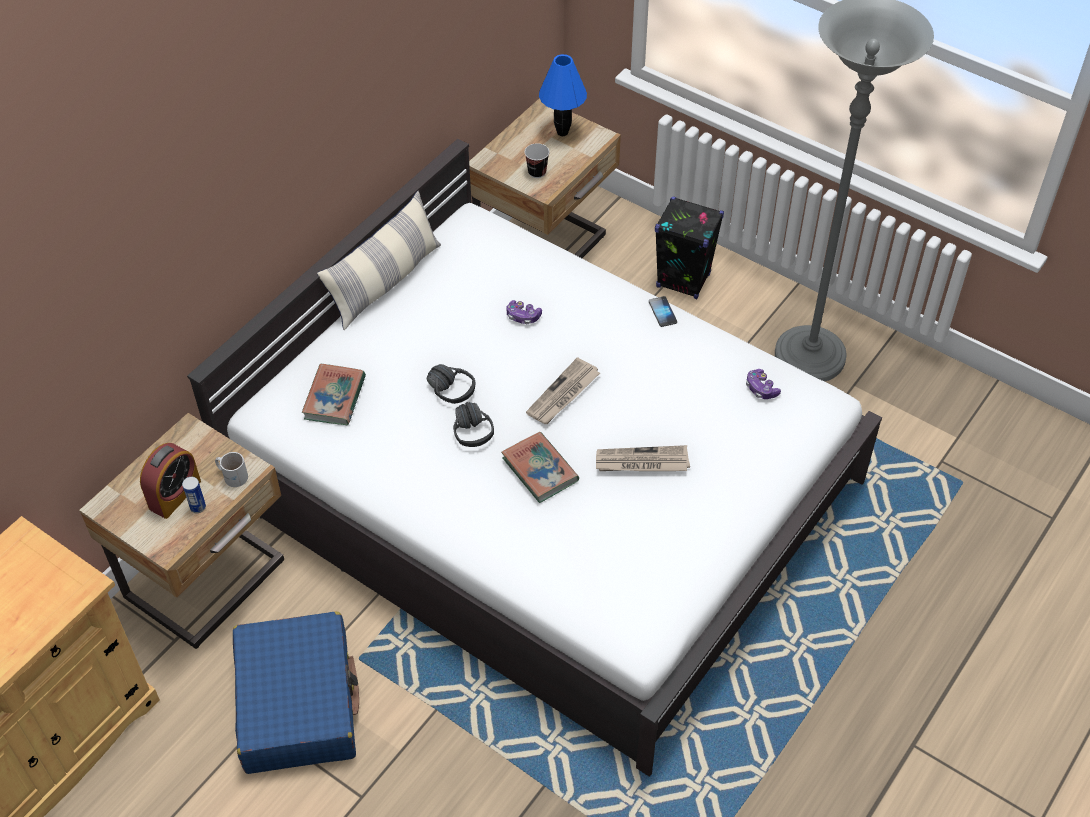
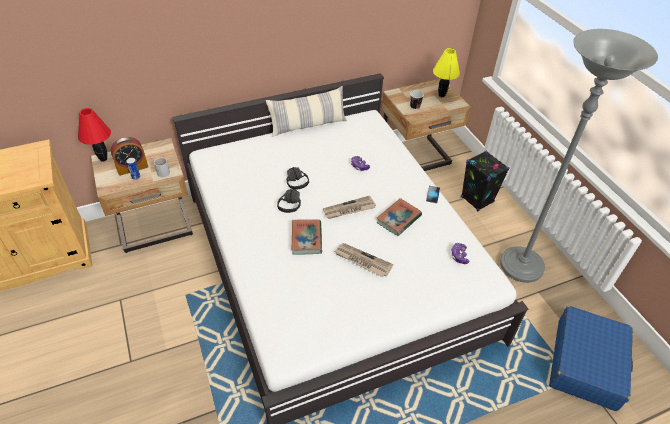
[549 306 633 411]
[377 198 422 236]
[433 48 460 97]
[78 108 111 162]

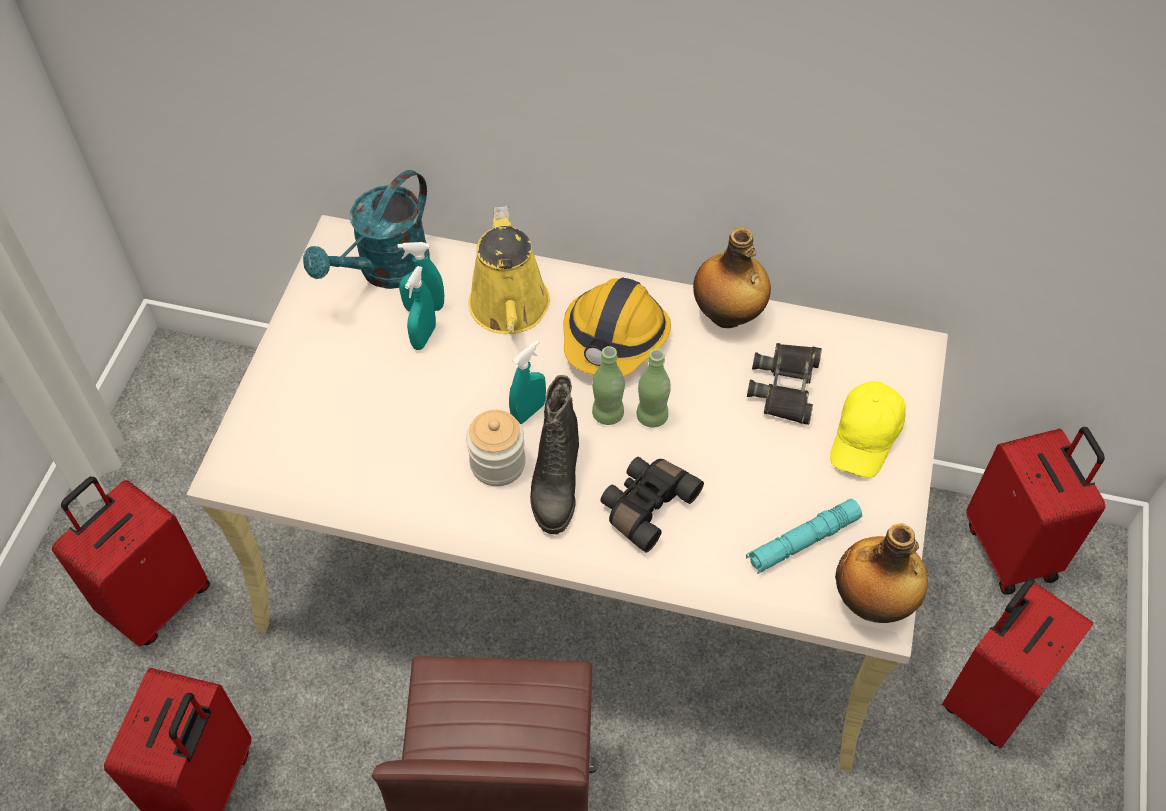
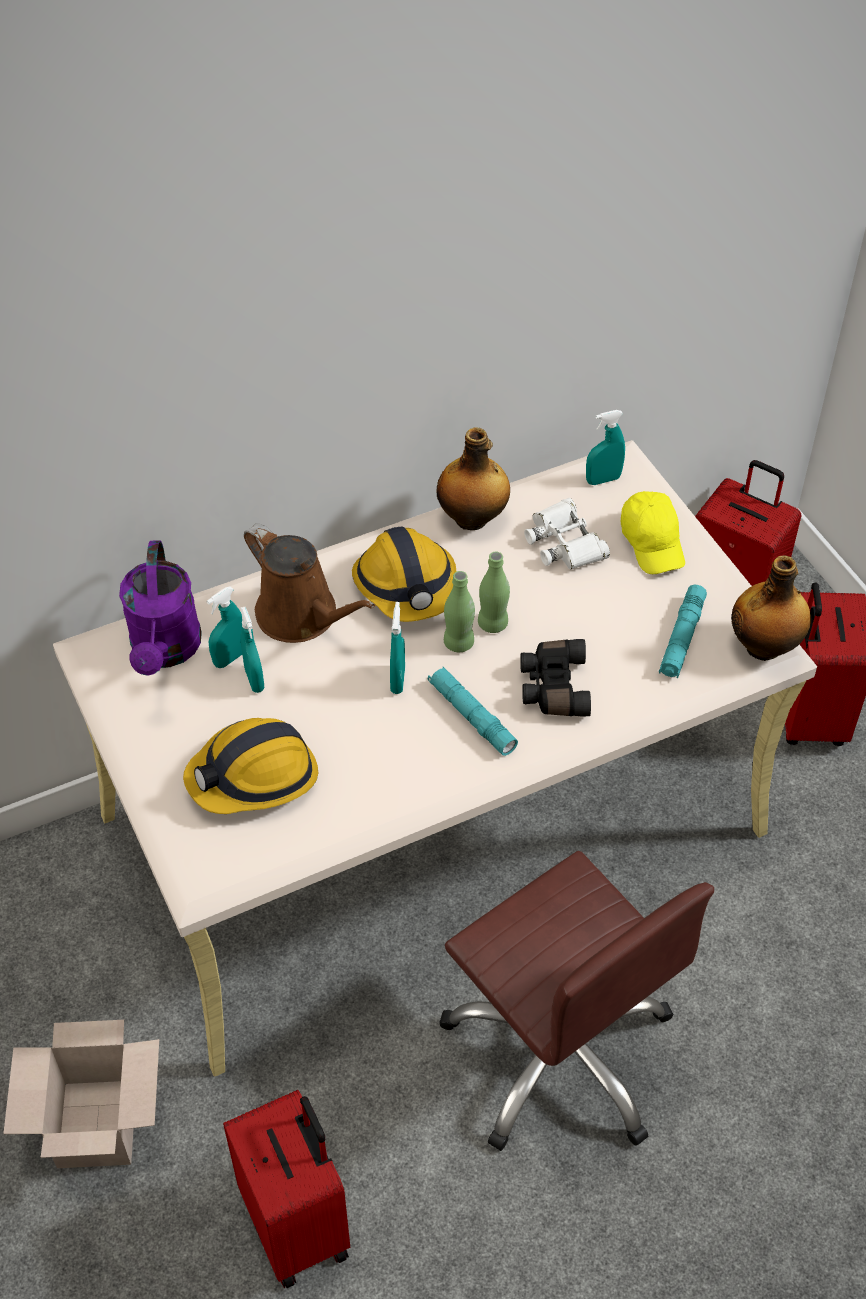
[3 1020 159 1168]
[119 540 202 676]
[466 410 526 486] (first image)
[244 523 375 643]
[428 667 518 756]
[524 498 610 570]
[183 718 318 814]
[586 410 625 485]

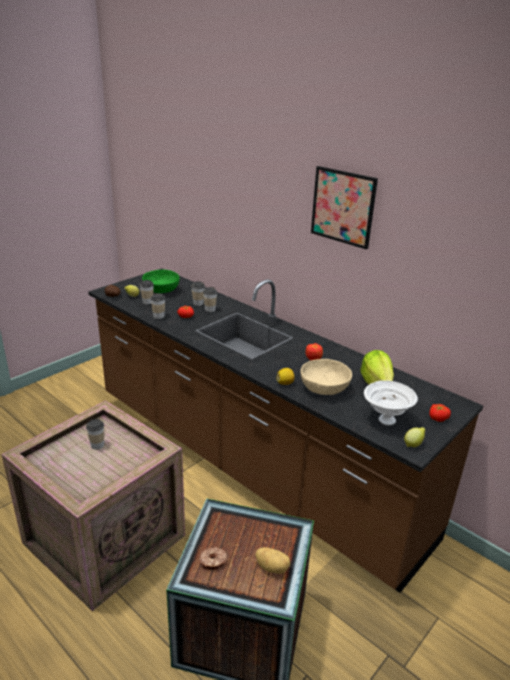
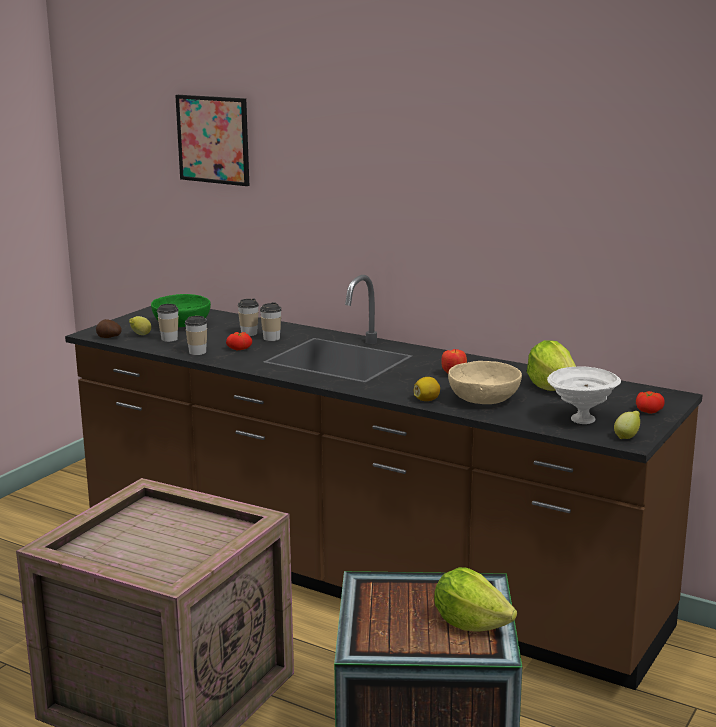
[86 419 104 449] (first image)
[199 547 228 570] (first image)
[434 567 517 632]
[175 95 249 186]

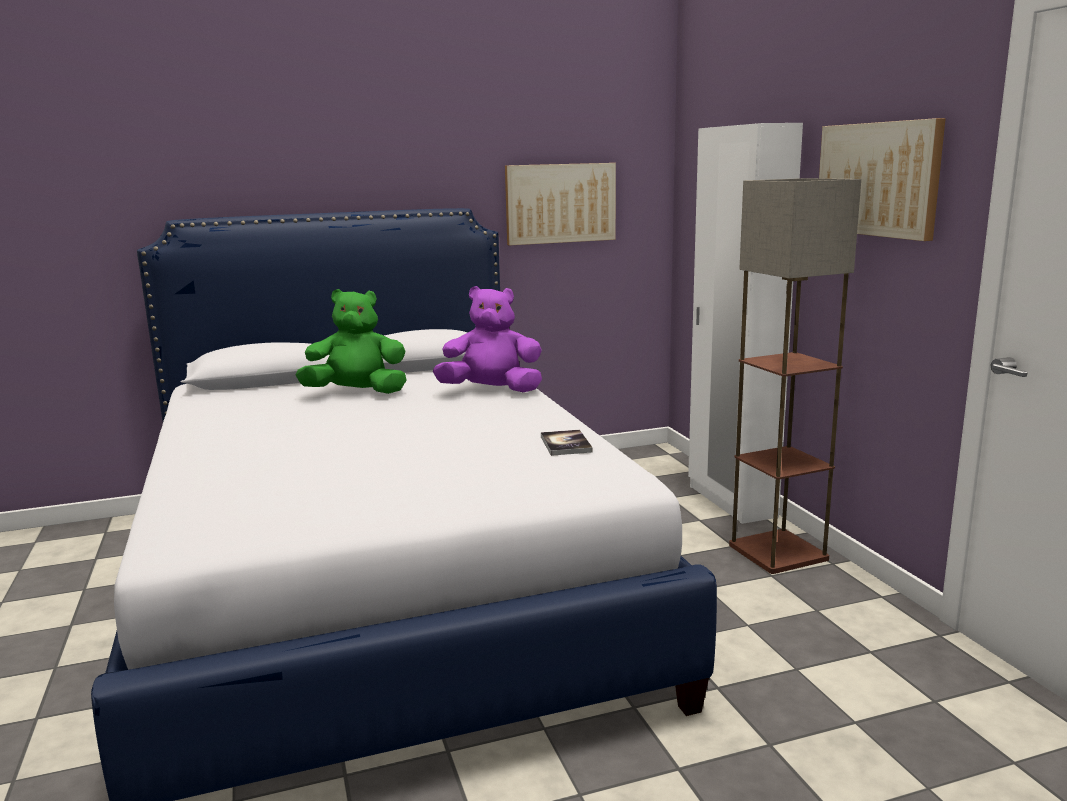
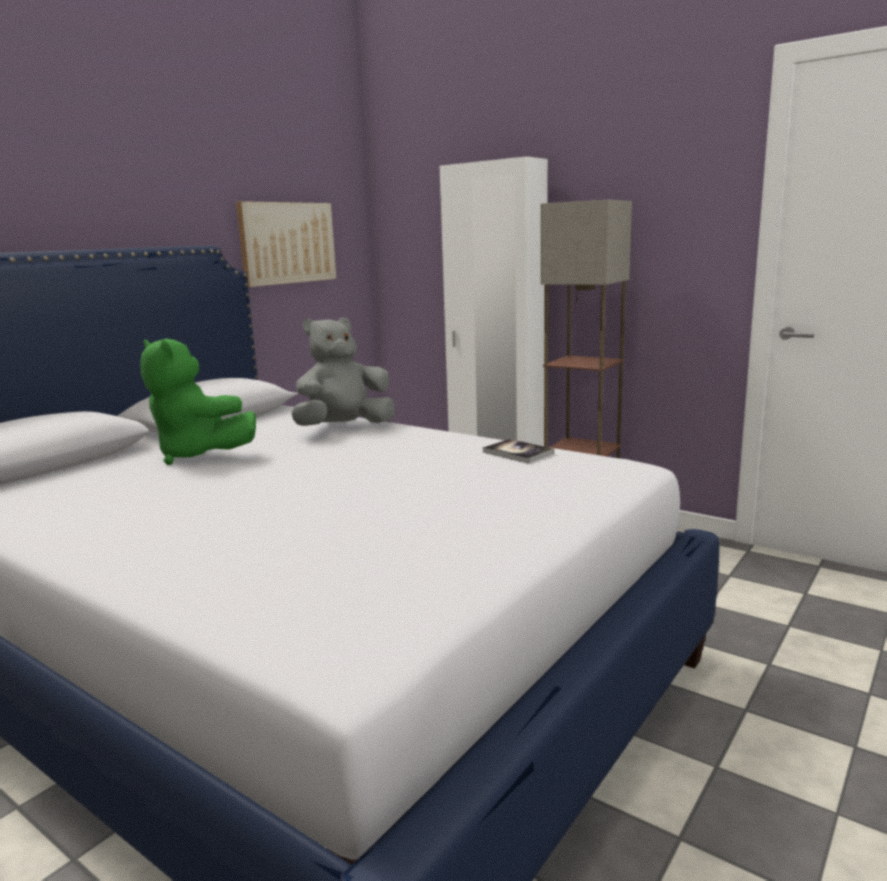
[140 339 256 465]
[291 318 395 426]
[819 118 946 241] (first image)

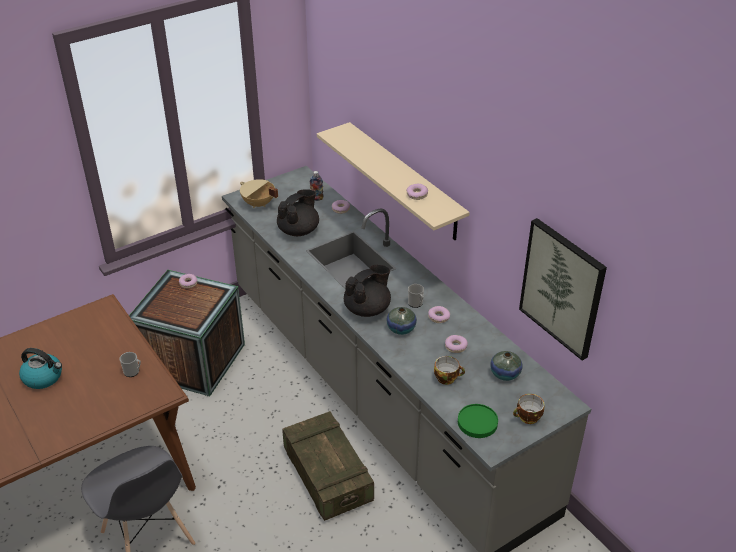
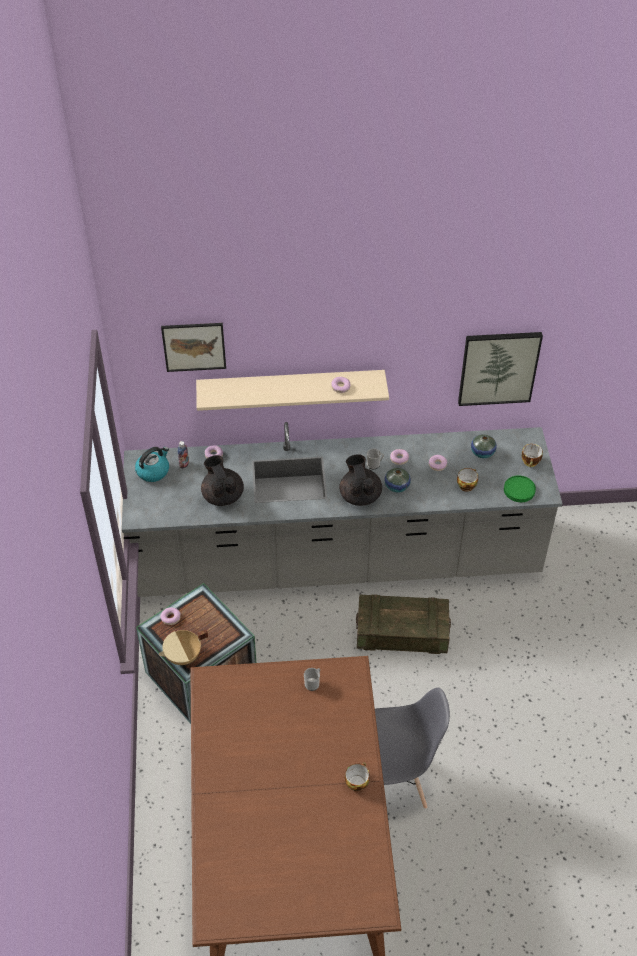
[135 447 169 482]
[159 630 208 665]
[161 323 226 372]
[345 763 370 791]

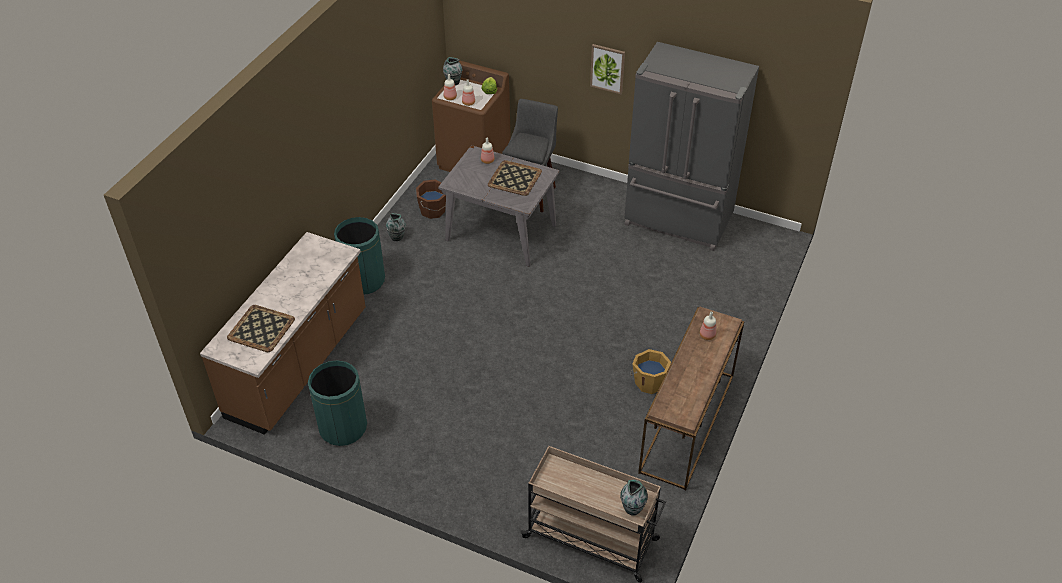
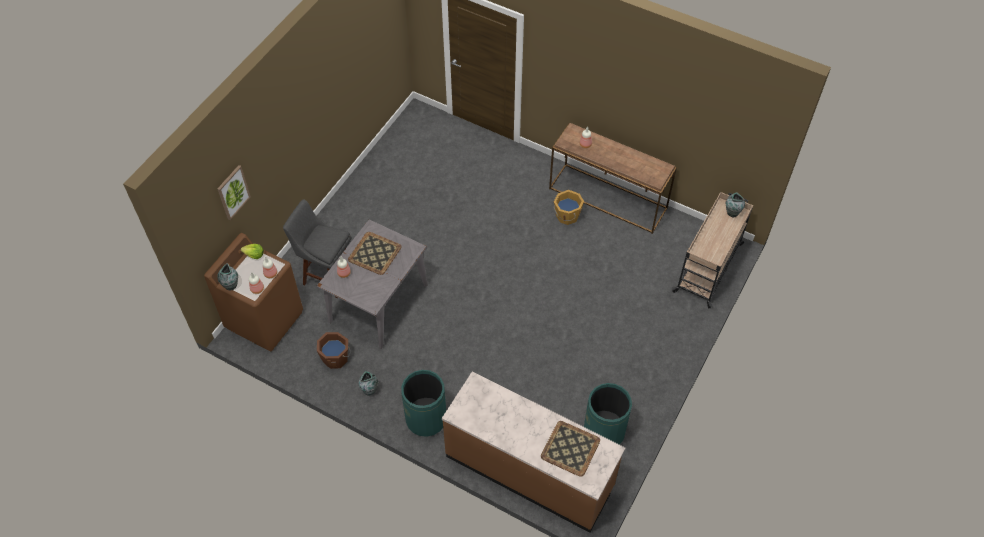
[217 165 251 220]
[624 42 759 251] (first image)

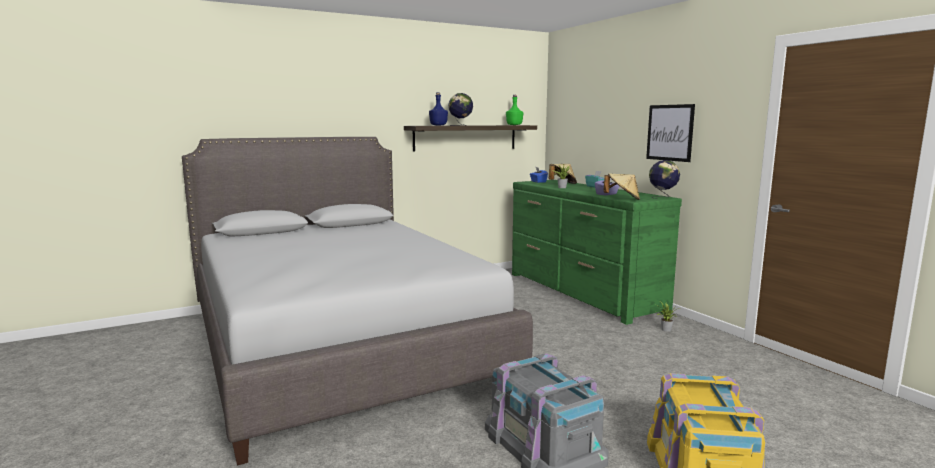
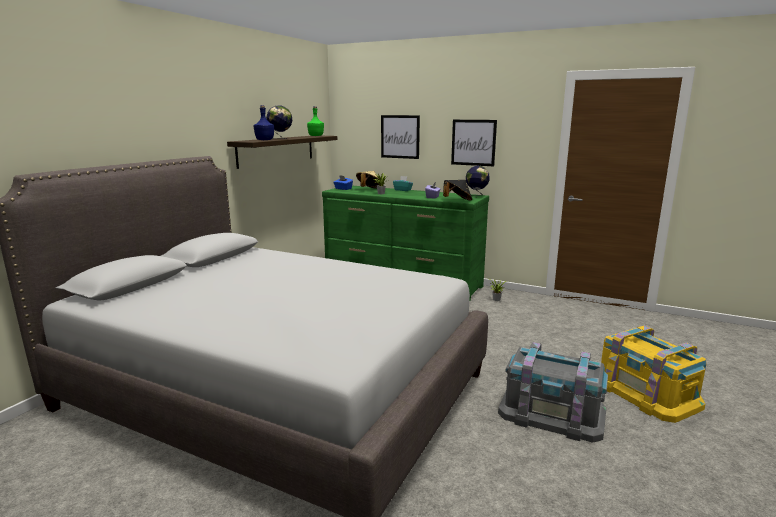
[443 180 472 200]
[381 115 420 159]

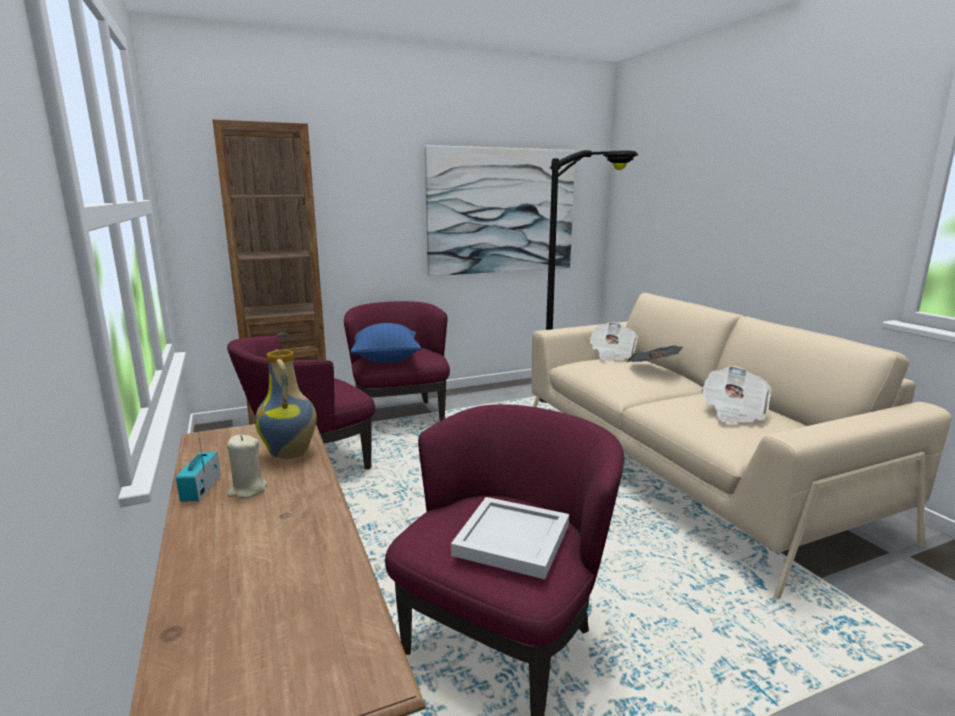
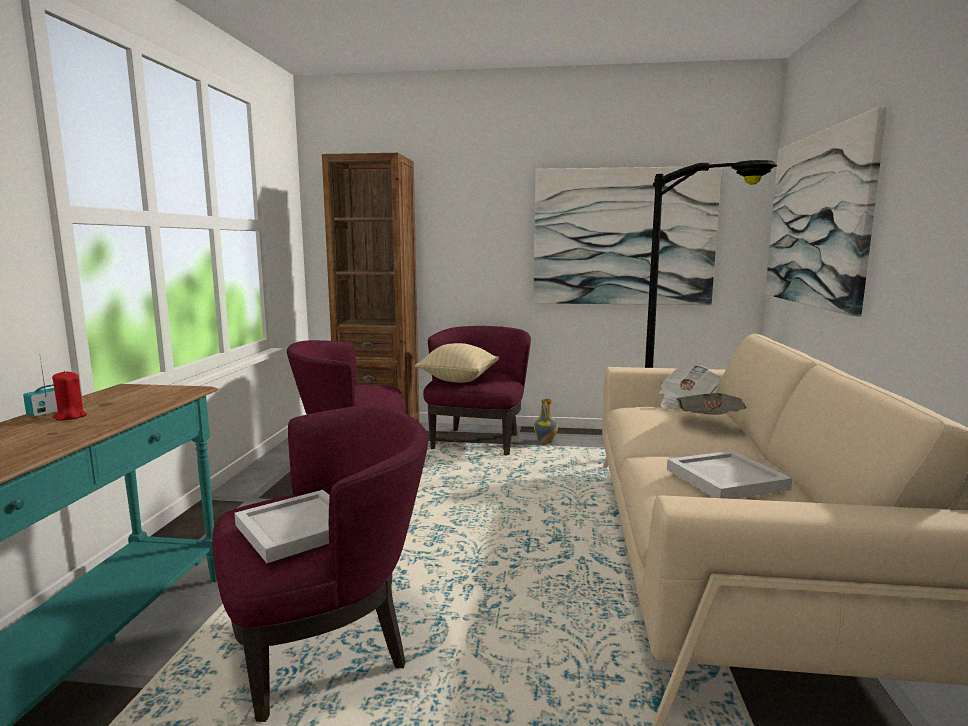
[52 371 87 420]
[534 398 558 444]
[415 343 499 383]
[667 451 792 499]
[765 107 887 316]

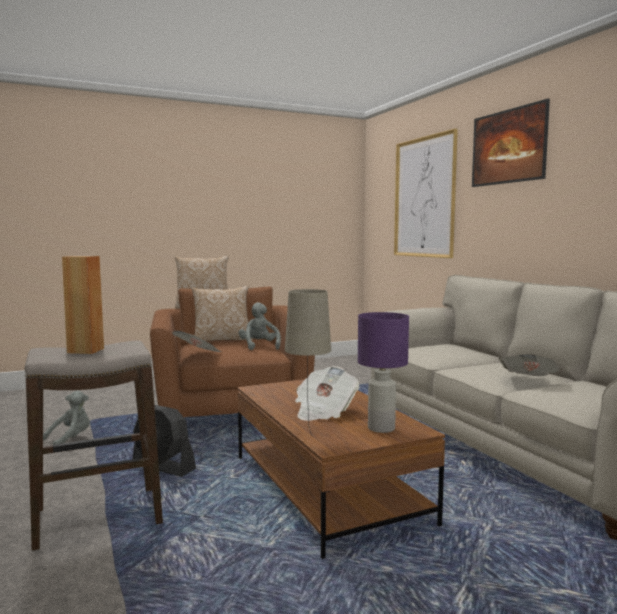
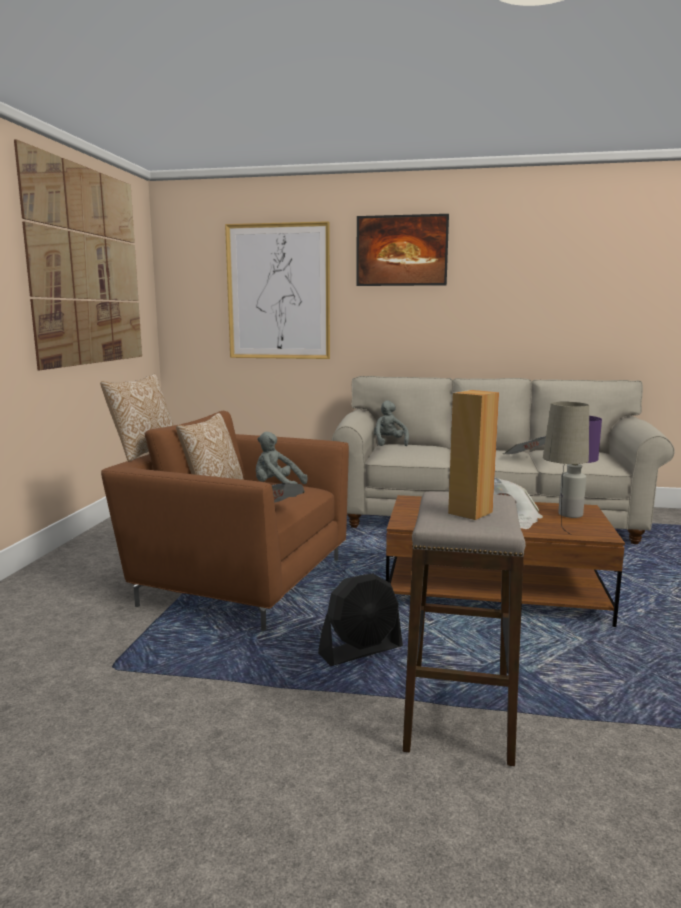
[374 400 409 446]
[14 139 142 370]

